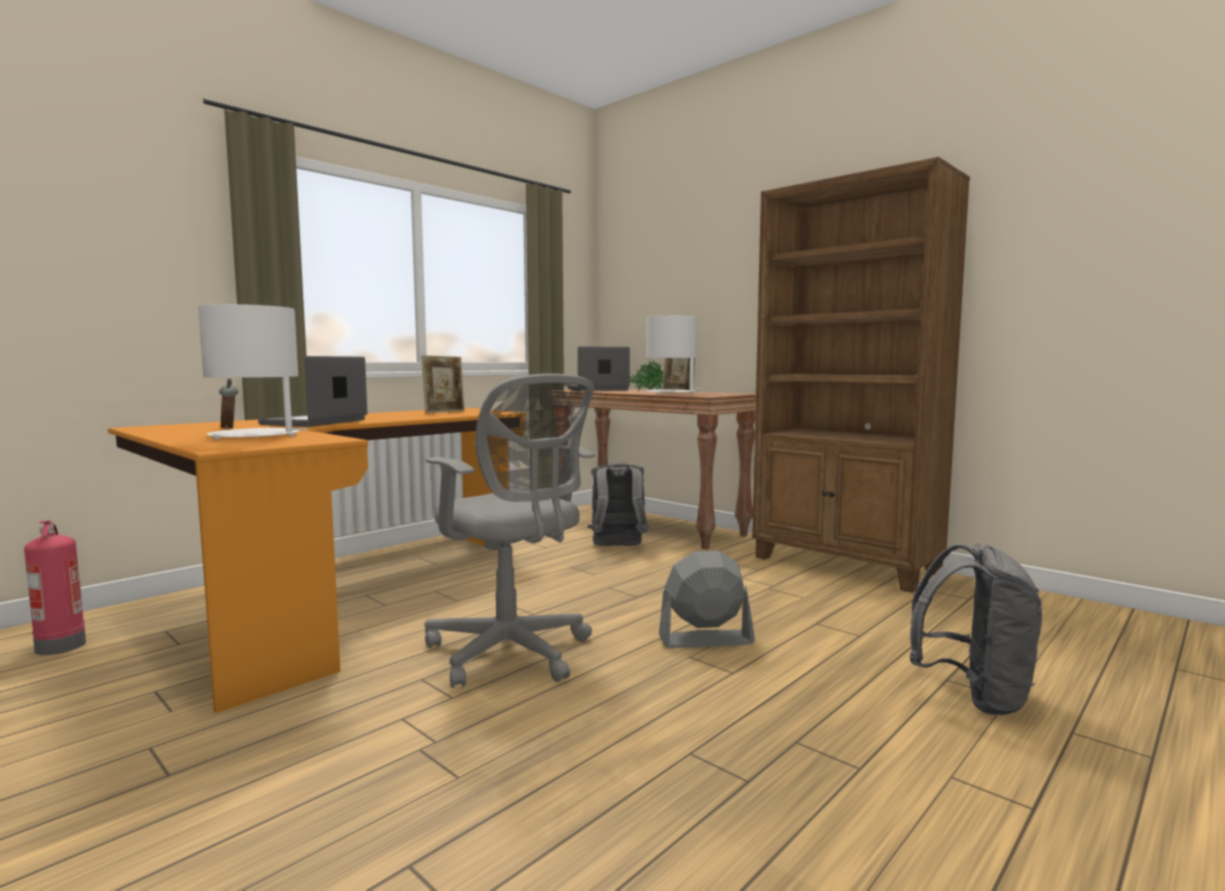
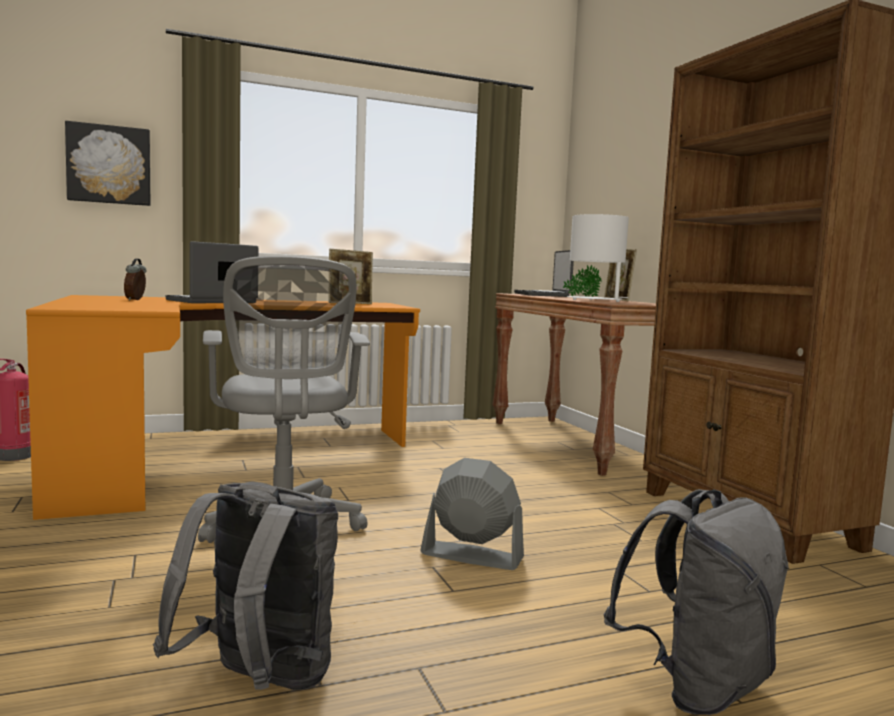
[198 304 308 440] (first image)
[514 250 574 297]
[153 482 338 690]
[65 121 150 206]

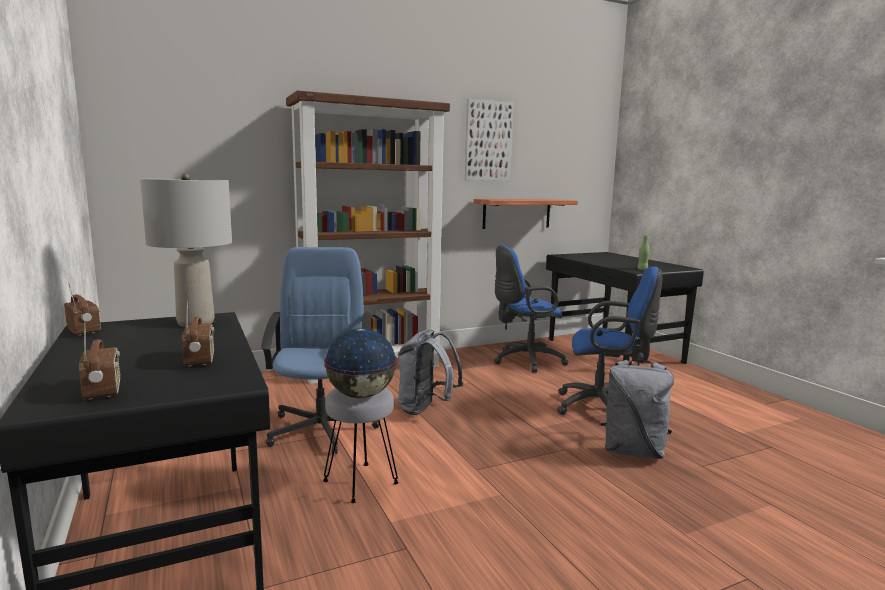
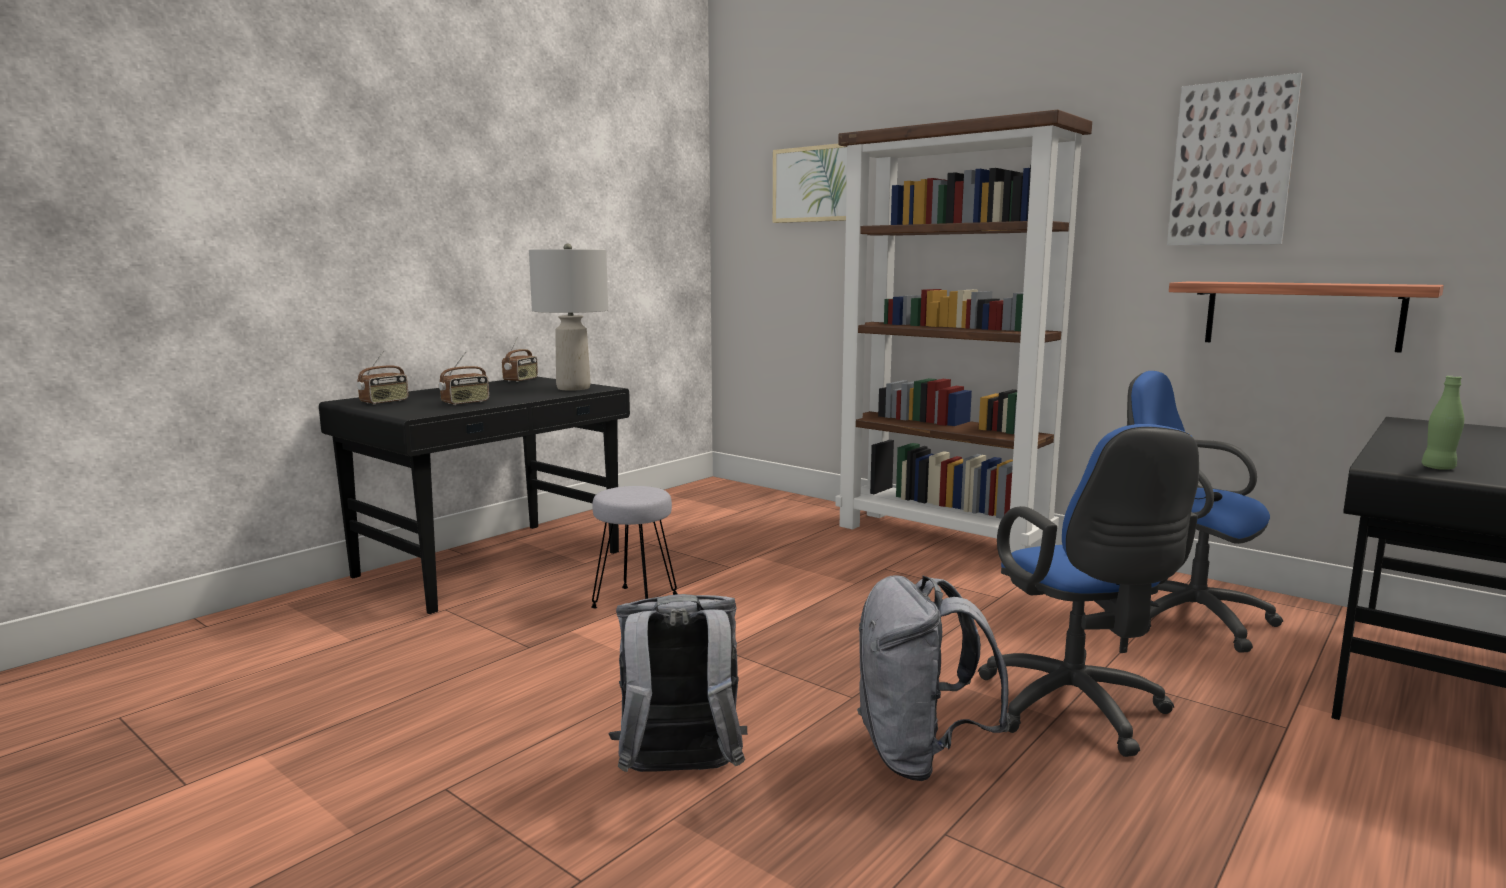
[260 247 380 454] (first image)
[324 328 397 398] (first image)
[608 594 747 772]
[773 144 847 223]

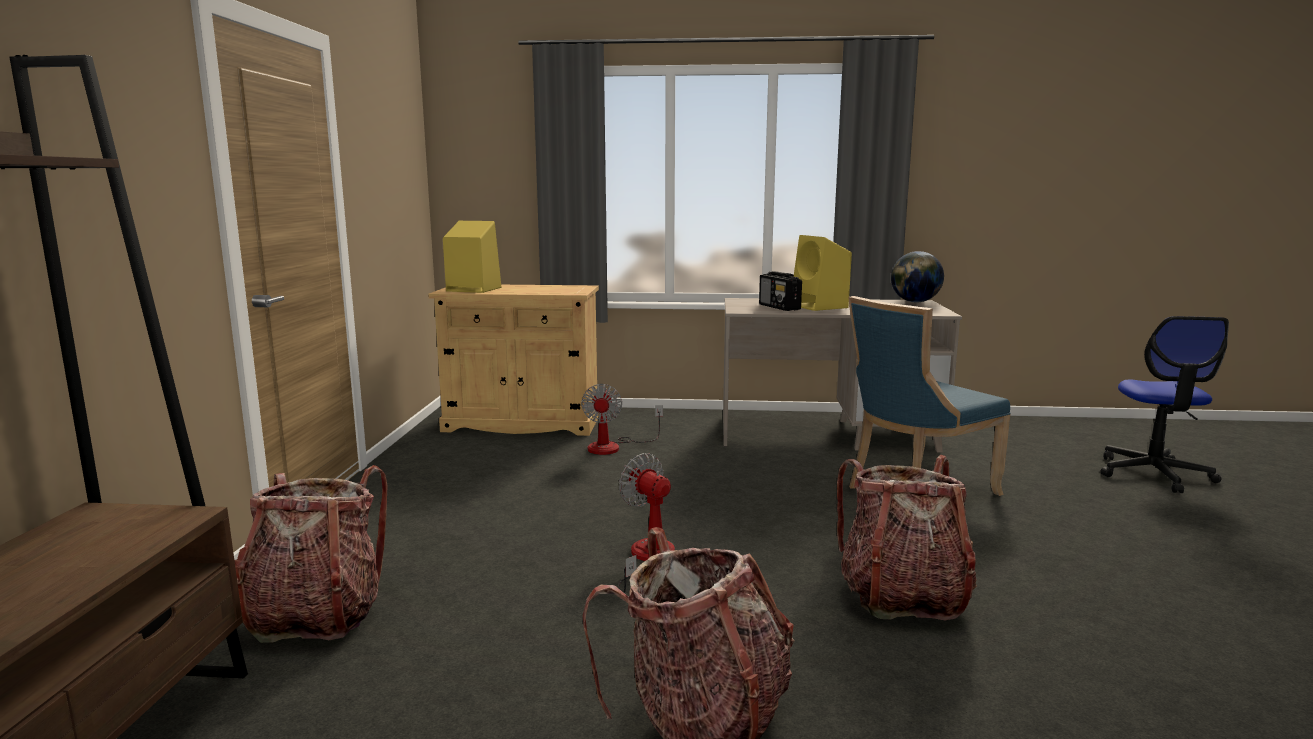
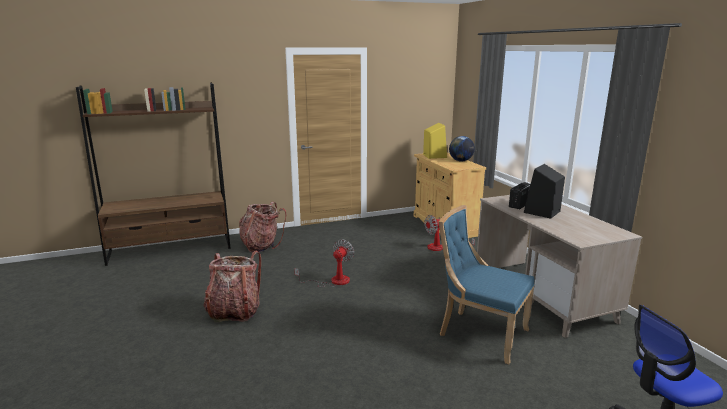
[524 164 565 219]
[837 455 977 620] (first image)
[449 136 475 162]

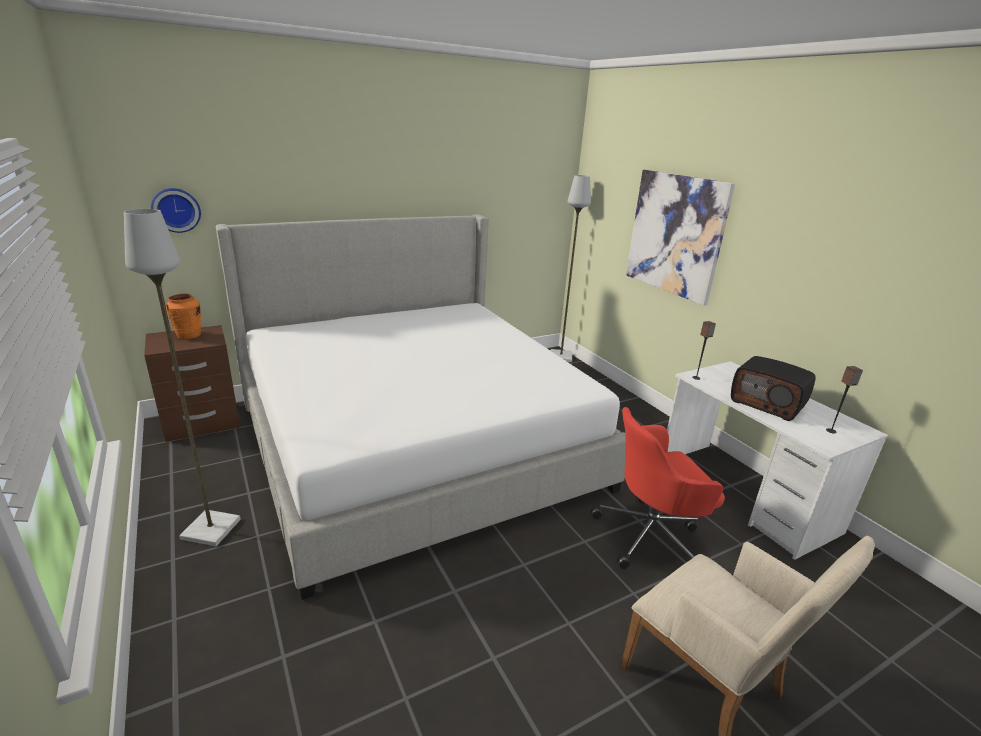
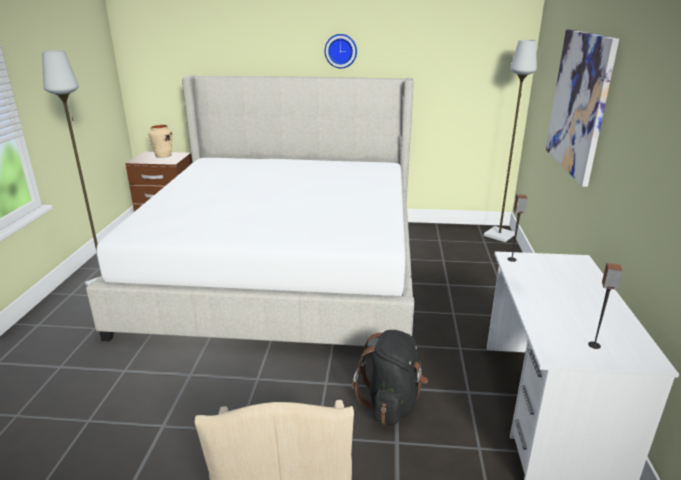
[325 34 357 68]
[148 125 172 158]
[352 330 428 425]
[731 356 816 421] (first image)

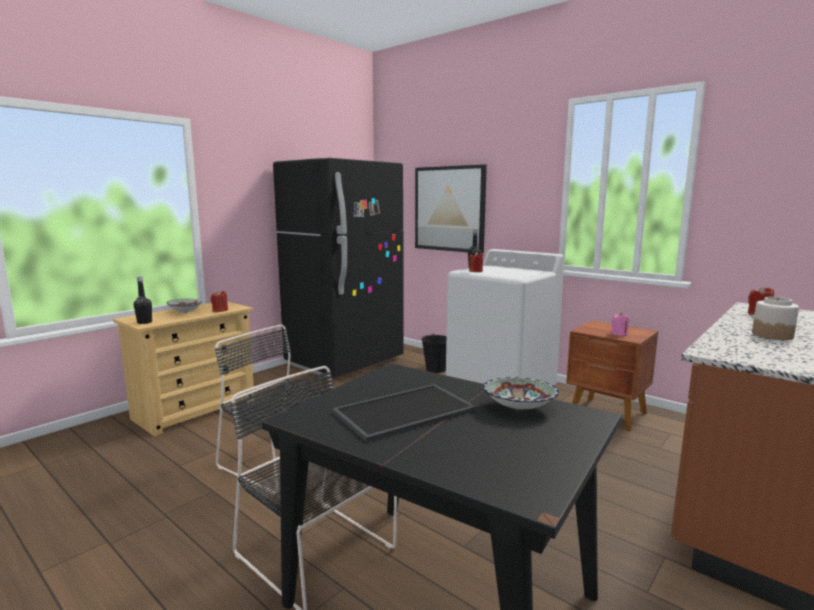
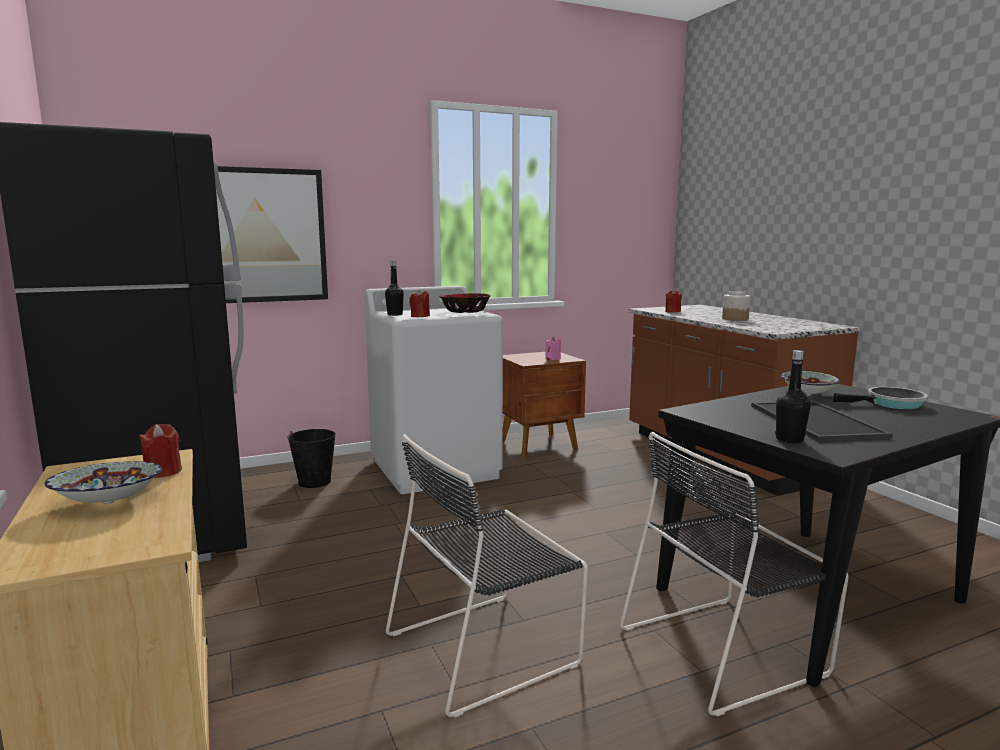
[775 350 811 443]
[440 293 491 313]
[833 387 928 409]

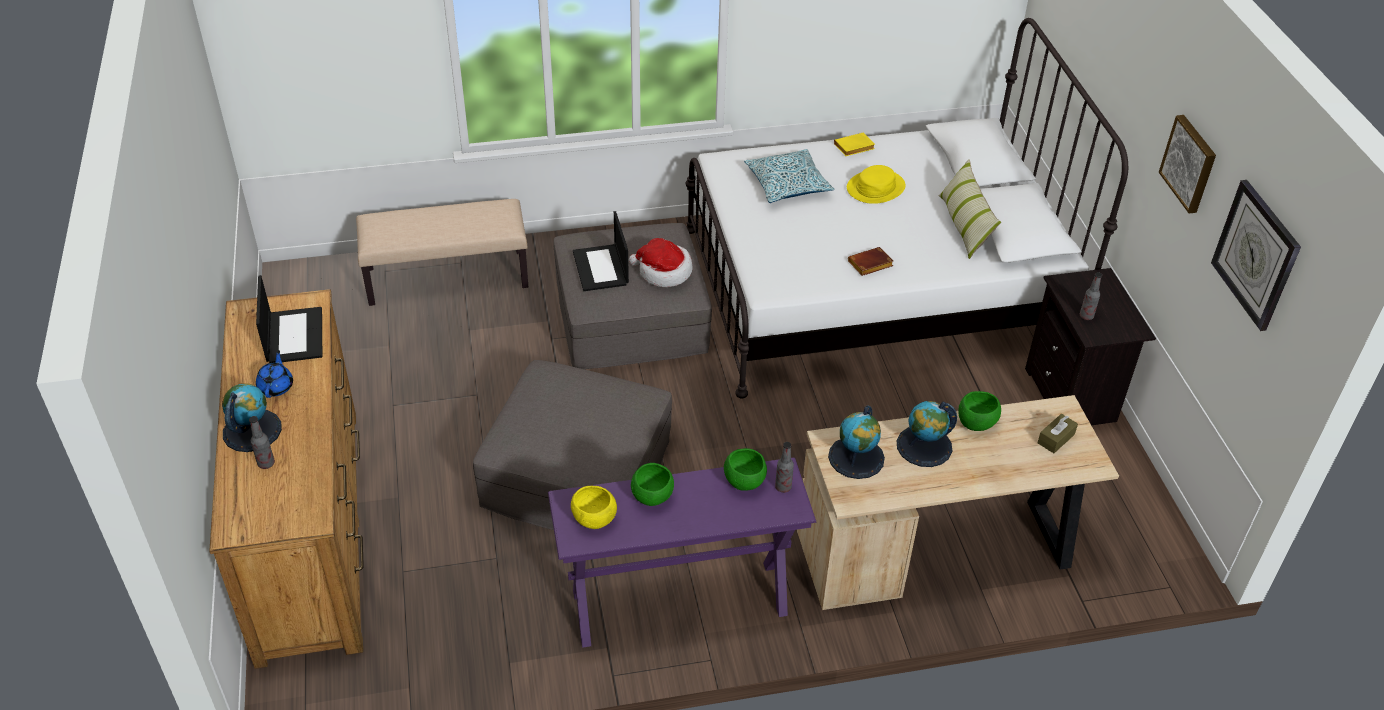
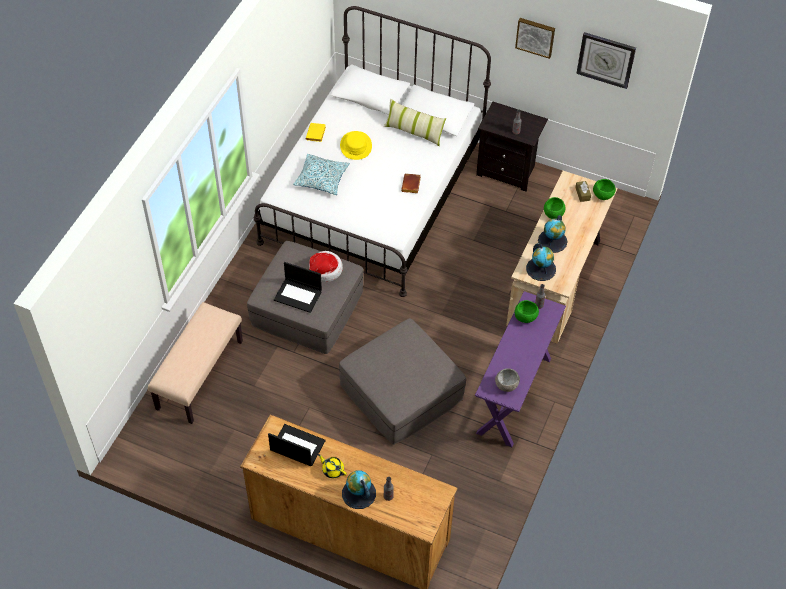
[318 454 347 478]
[495 368 520 392]
[593 179 616 200]

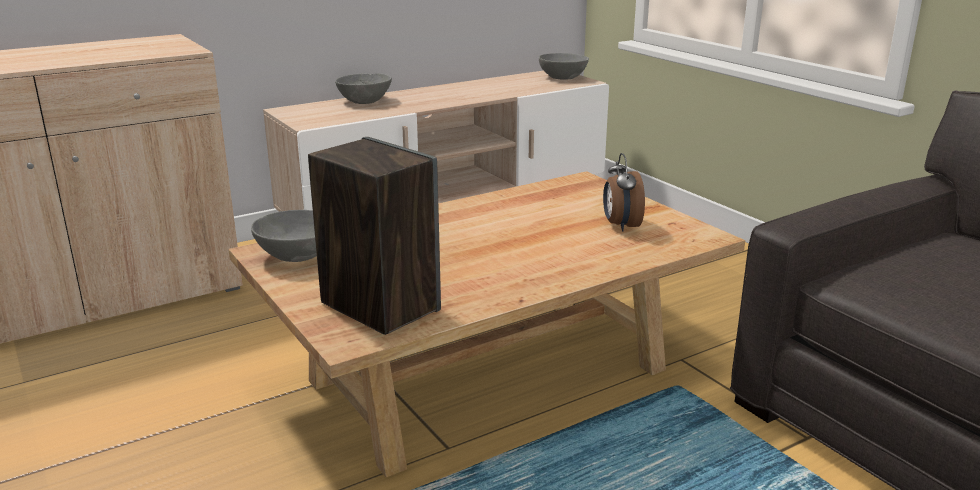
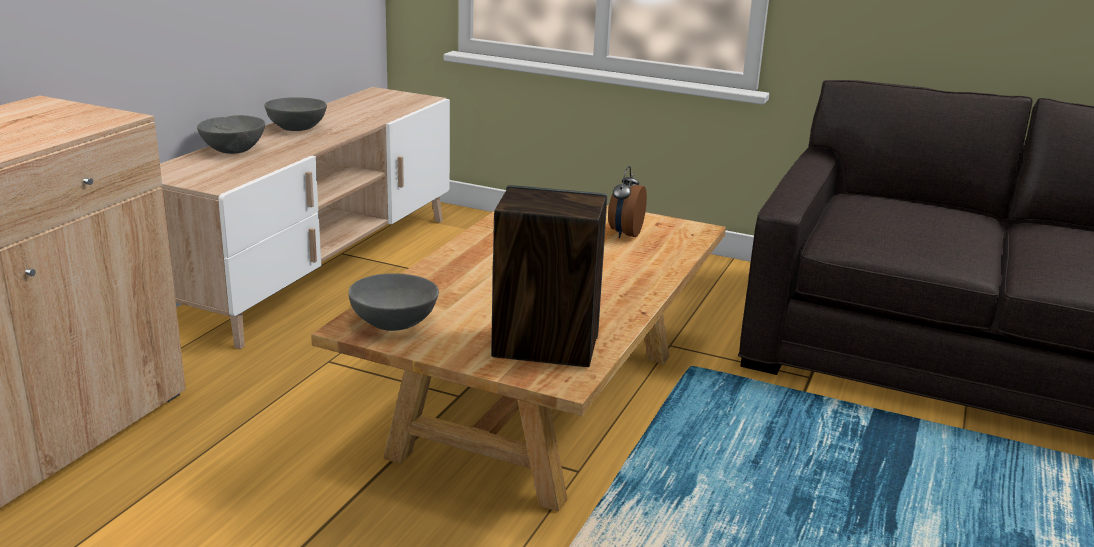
[264 97 327 131]
[608 166 647 238]

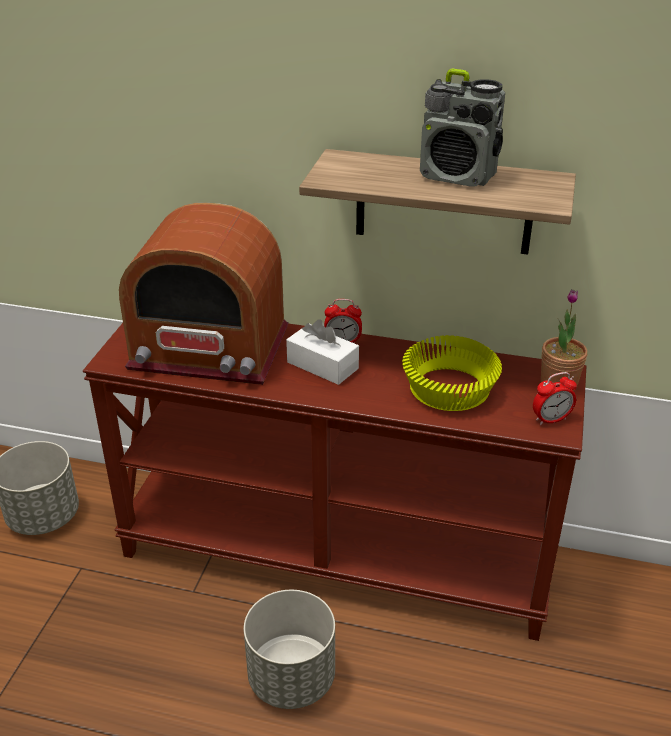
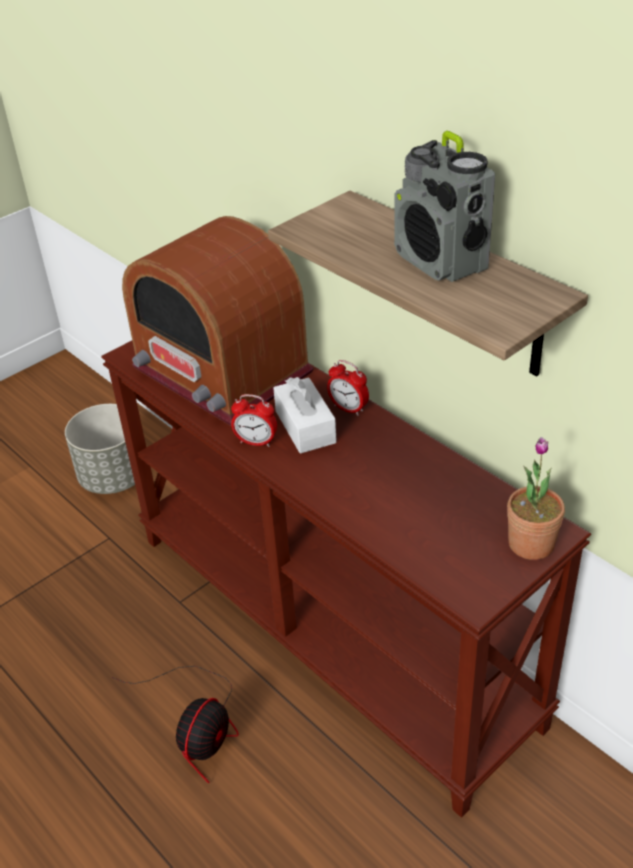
[112 666 239 783]
[402 335 502 411] (first image)
[231 394 277 447]

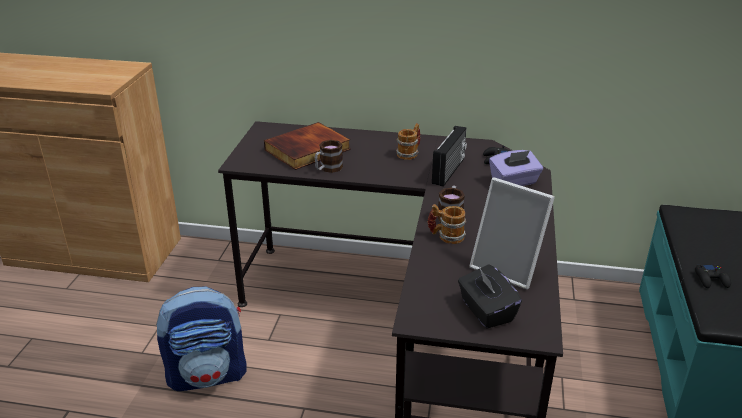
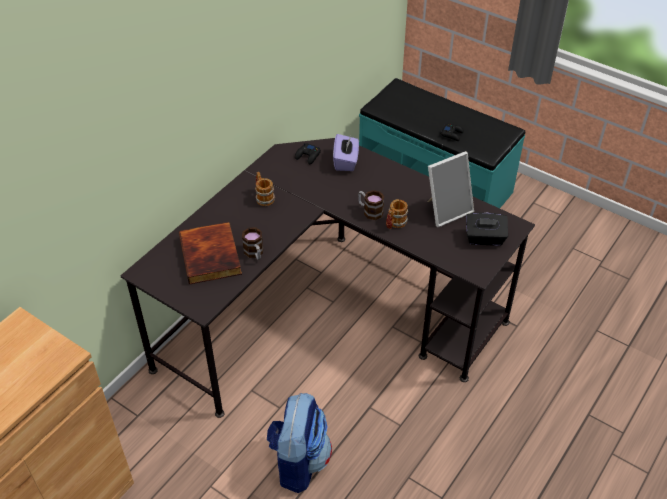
[432 126 467 187] (first image)

